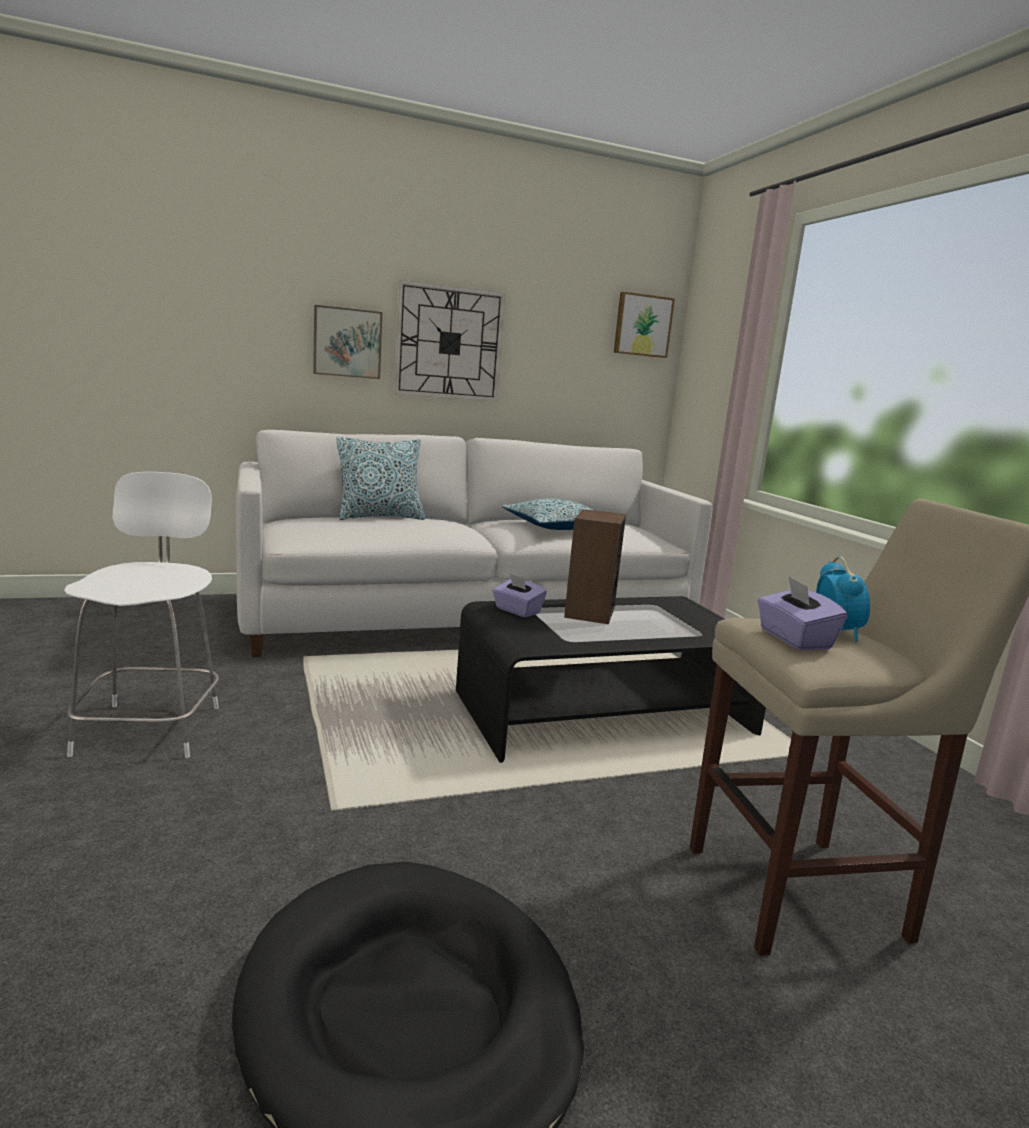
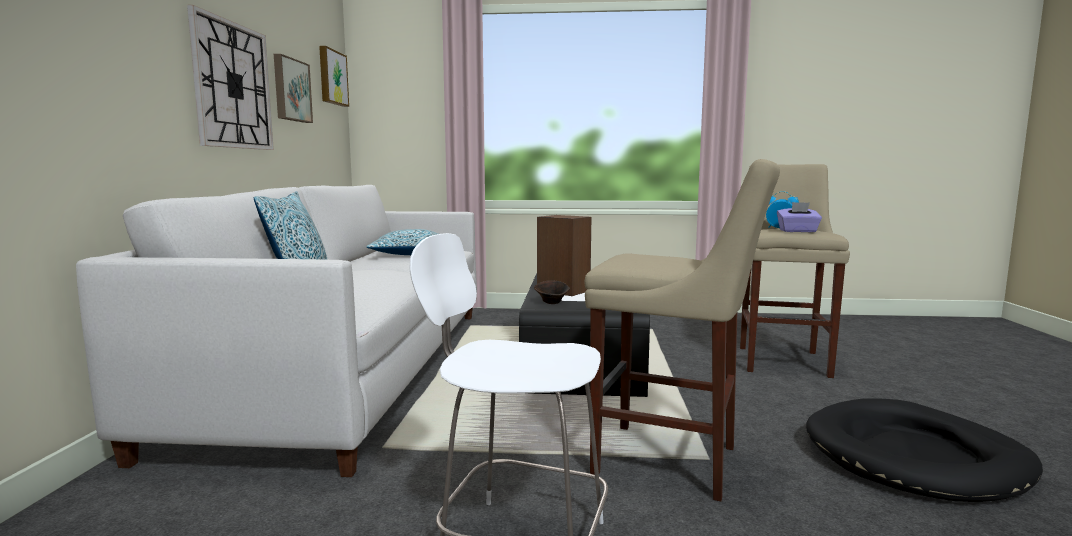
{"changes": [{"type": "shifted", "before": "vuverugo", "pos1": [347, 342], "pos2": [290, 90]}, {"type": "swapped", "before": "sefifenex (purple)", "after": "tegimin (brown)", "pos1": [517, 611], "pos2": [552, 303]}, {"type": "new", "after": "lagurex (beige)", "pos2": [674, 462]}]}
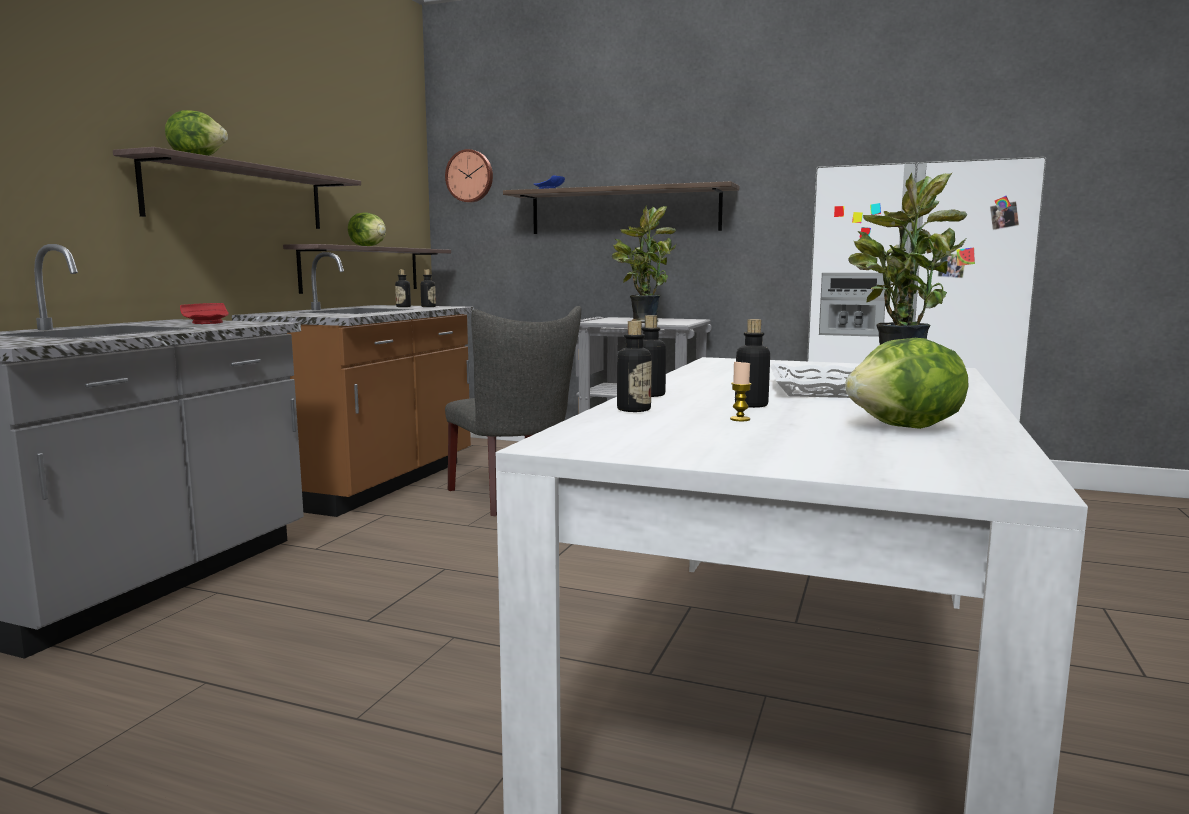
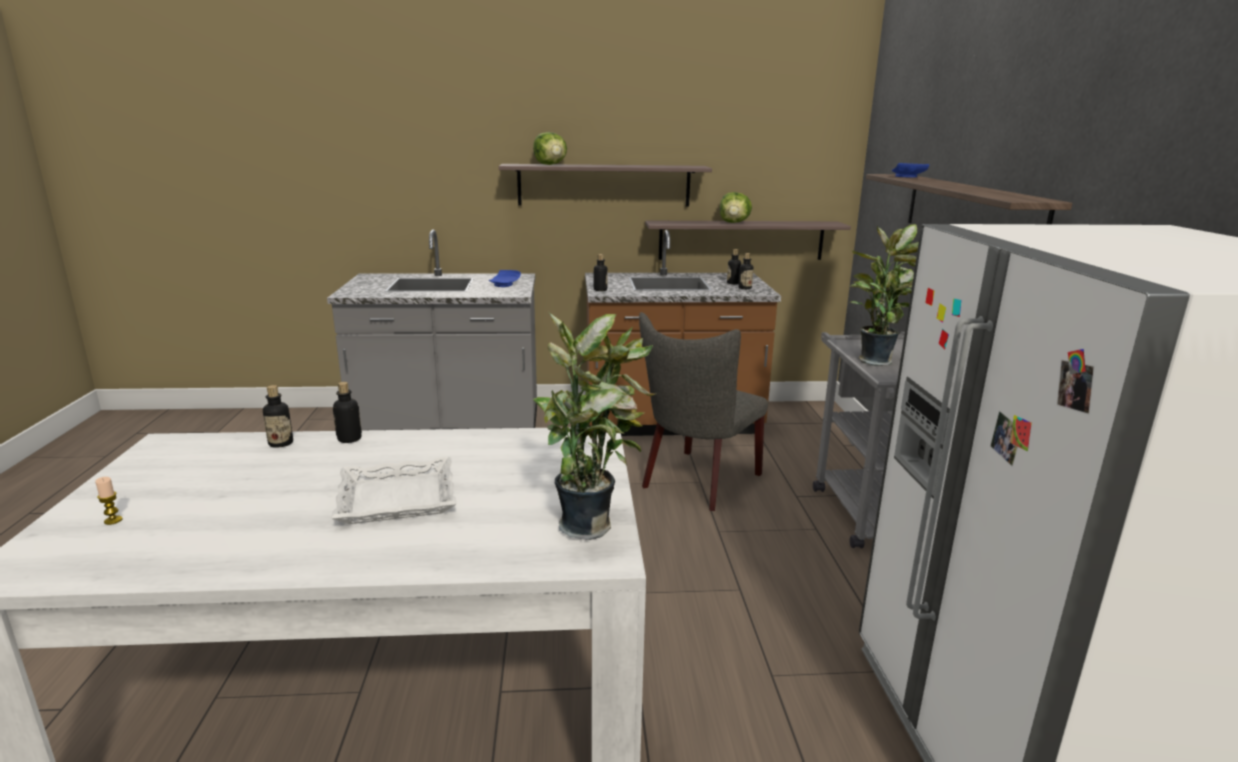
{"changes": [{"type": "repainted", "before": "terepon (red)", "after": "terepon (blue)", "pos1": [207, 323], "pos2": [505, 284]}, {"type": "gone", "before": "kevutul", "pos1": [470, 176]}, {"type": "shifted", "before": "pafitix", "pos1": [740, 419], "pos2": [113, 520]}, {"type": "shifted", "before": "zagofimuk", "pos1": [751, 405], "pos2": [600, 290]}, {"type": "gone", "before": "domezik", "pos1": [906, 428]}]}
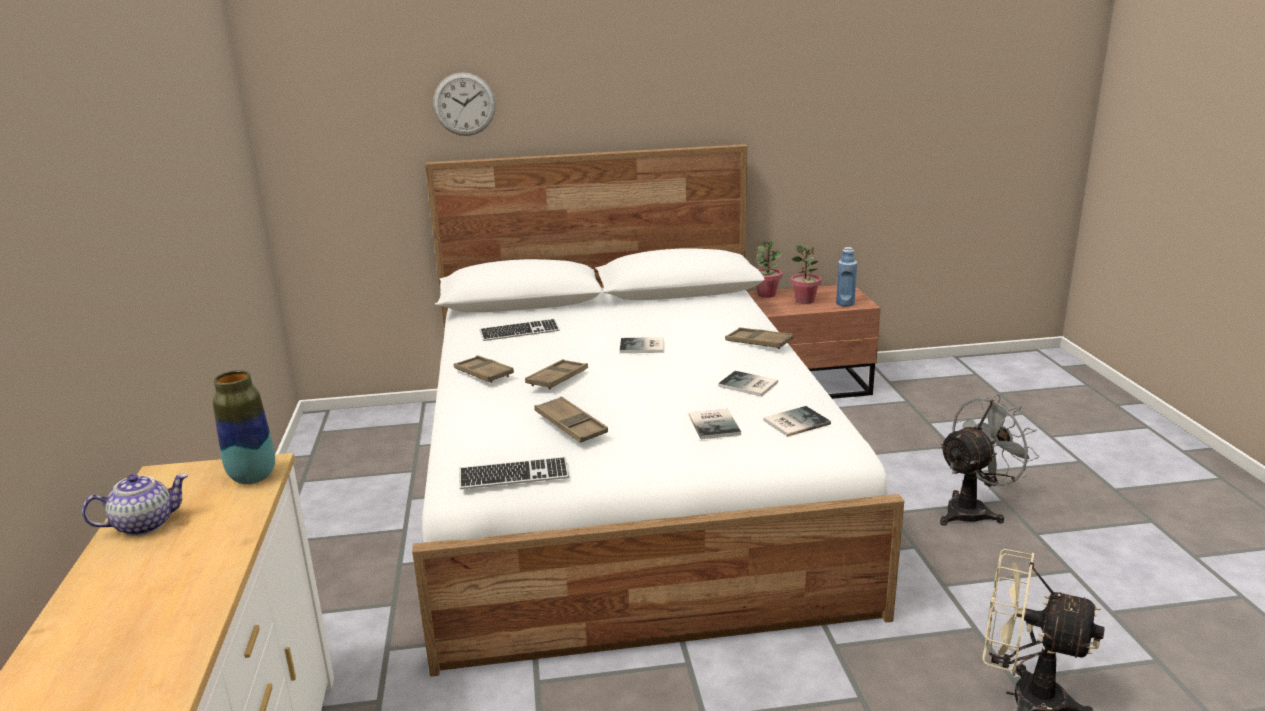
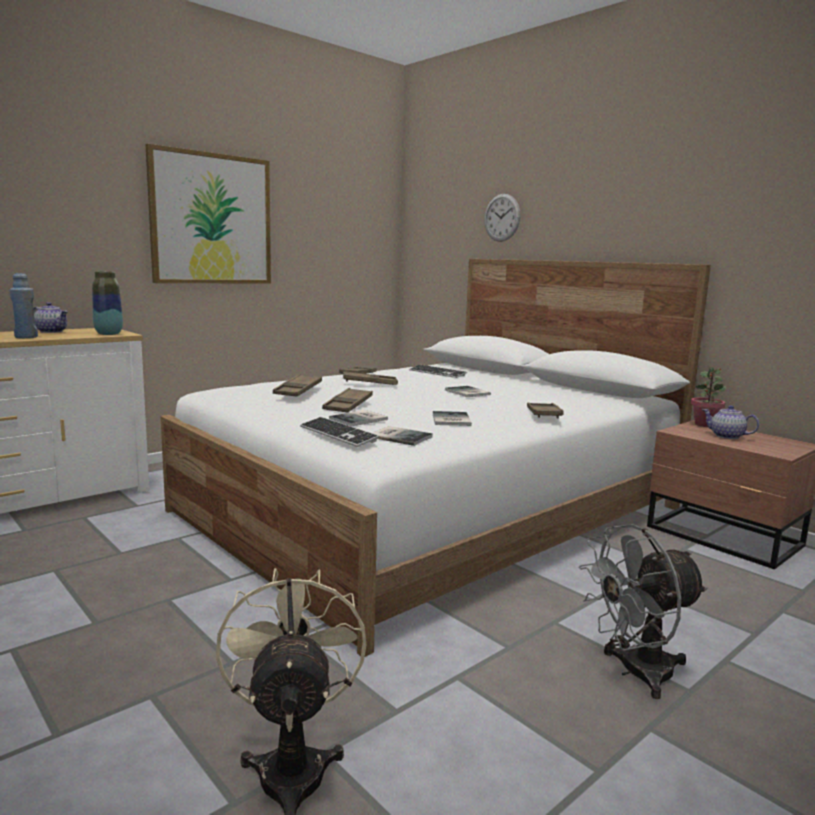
{"changes": [{"type": "shifted", "before": "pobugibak", "pos1": [514, 476], "pos2": [338, 434]}, {"type": "swapped", "before": "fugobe", "after": "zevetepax", "pos1": [805, 301], "pos2": [726, 436]}, {"type": "shifted", "before": "zagofimuk (blue)", "pos1": [845, 303], "pos2": [26, 337]}, {"type": "rotated", "before": "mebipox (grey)", "pos1": [974, 510], "pos2": [635, 672], "turn": 135}, {"type": "new", "after": "vuverugo", "pos2": [211, 219]}, {"type": "new", "after": "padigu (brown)", "pos2": [348, 405]}]}
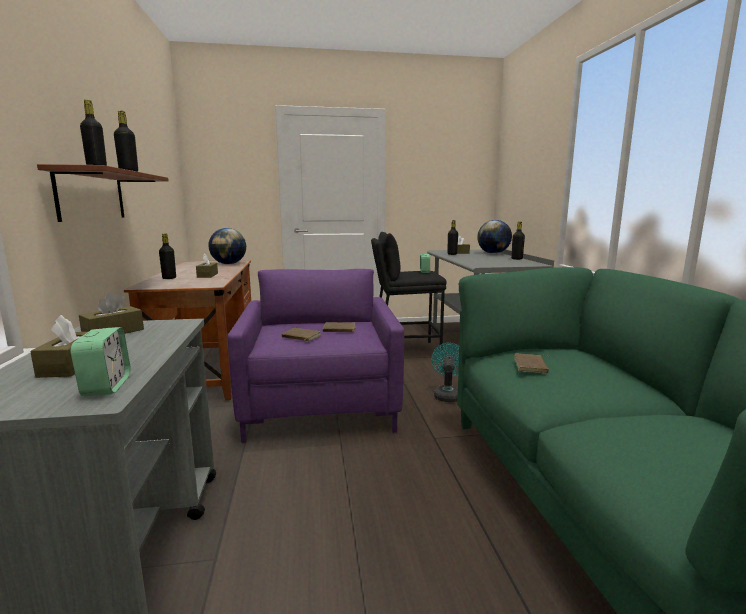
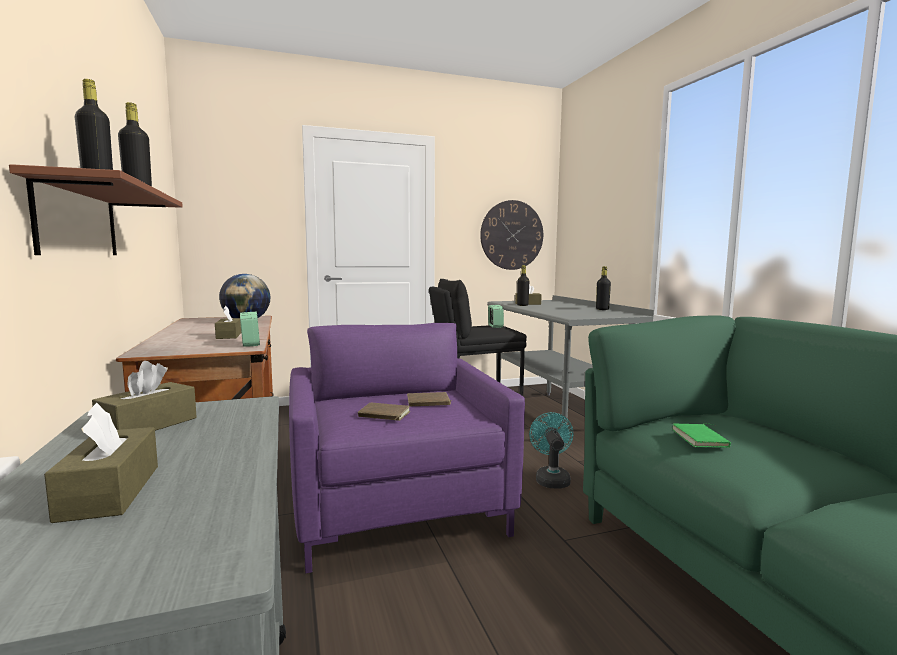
{"changes": [{"type": "shifted", "before": "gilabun", "pos1": [106, 386], "pos2": [250, 344]}, {"type": "gone", "before": "zagofimuk (black)", "pos1": [169, 278]}, {"type": "gone", "before": "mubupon", "pos1": [493, 253]}, {"type": "repainted", "before": "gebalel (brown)", "after": "gebalel (green)", "pos1": [532, 366], "pos2": [701, 439]}, {"type": "new", "after": "kevutul", "pos2": [512, 235]}]}
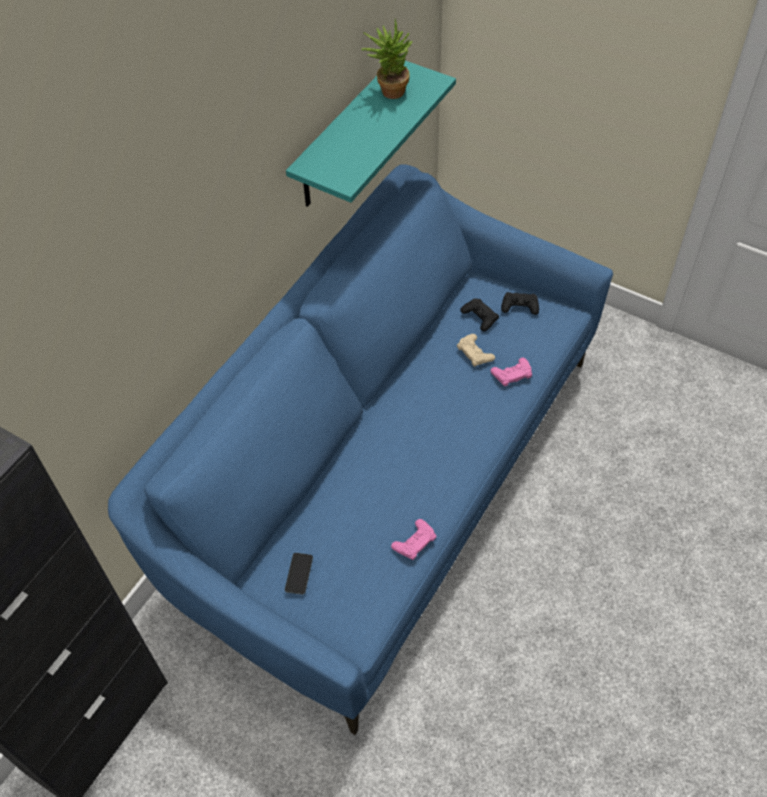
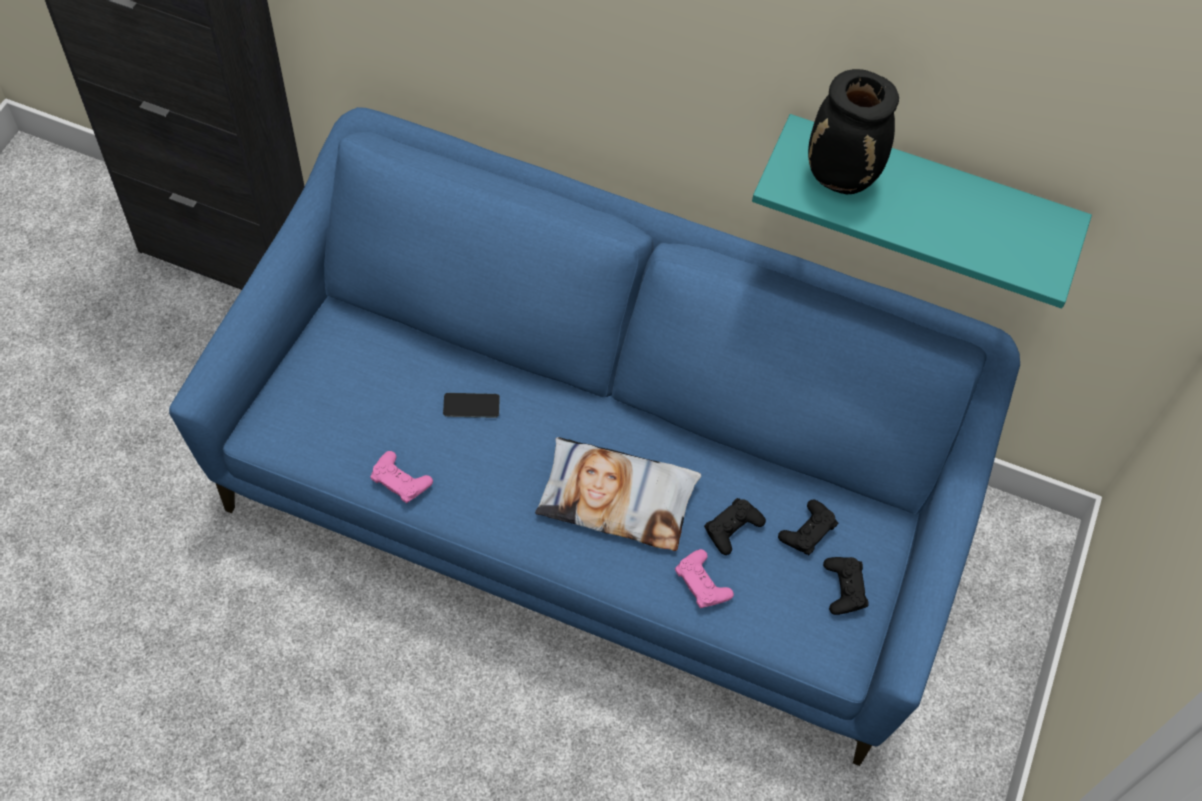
{"changes": [{"type": "shifted", "before": "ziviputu", "pos1": [299, 573], "pos2": [471, 405]}, {"type": "gone", "before": "fugobe", "pos1": [389, 90]}, {"type": "repainted", "before": "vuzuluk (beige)", "after": "vuzuluk (black)", "pos1": [475, 353], "pos2": [733, 528]}, {"type": "new", "after": "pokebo", "pos2": [617, 498]}, {"type": "new", "after": "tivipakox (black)", "pos2": [842, 178]}]}
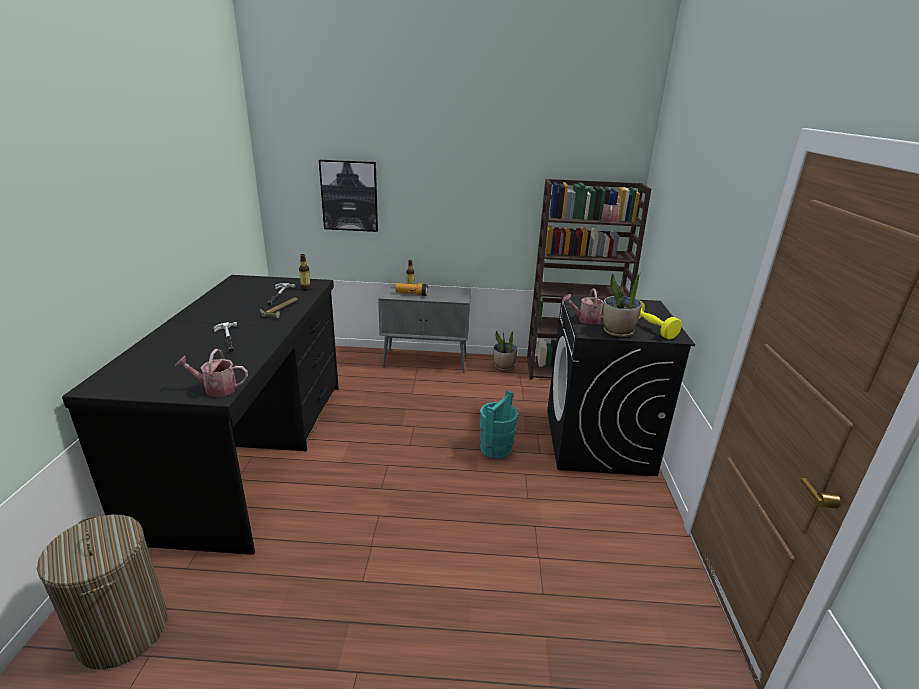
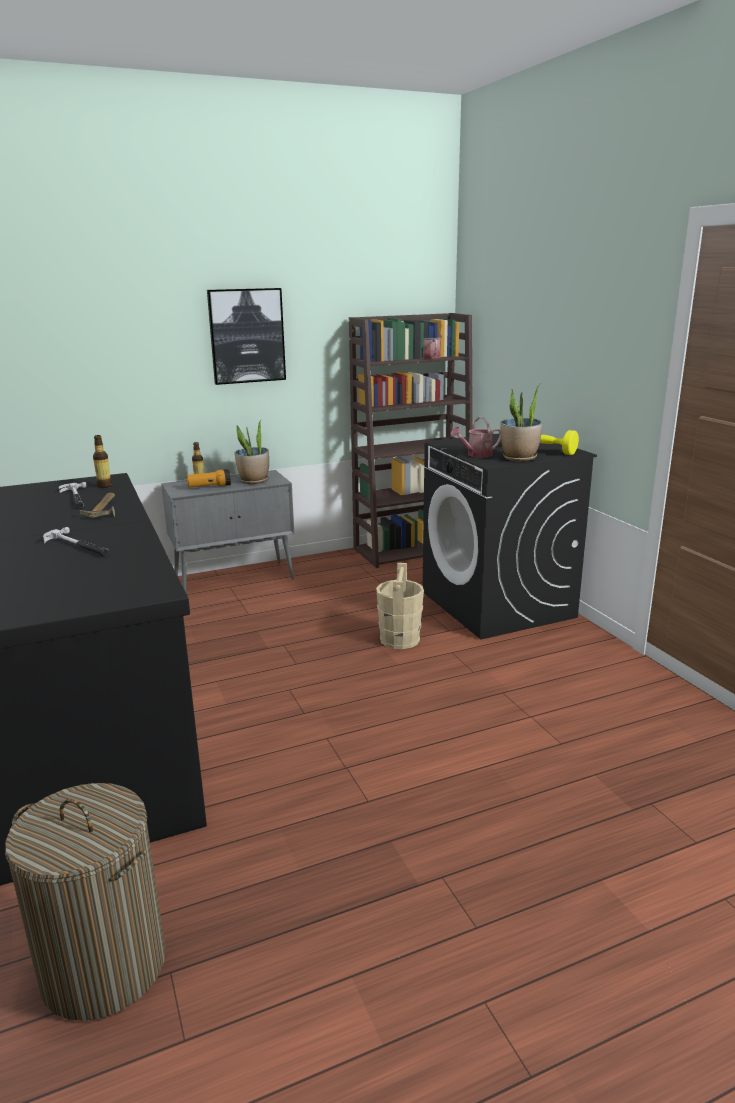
{"changes": [{"type": "gone", "before": "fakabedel", "pos1": [216, 389]}, {"type": "shifted", "before": "vuverugo", "pos1": [349, 196], "pos2": [247, 336]}, {"type": "repainted", "before": "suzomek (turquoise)", "after": "suzomek (beige)", "pos1": [495, 449], "pos2": [399, 639]}, {"type": "shifted", "before": "fugobe", "pos1": [504, 367], "pos2": [254, 481]}]}
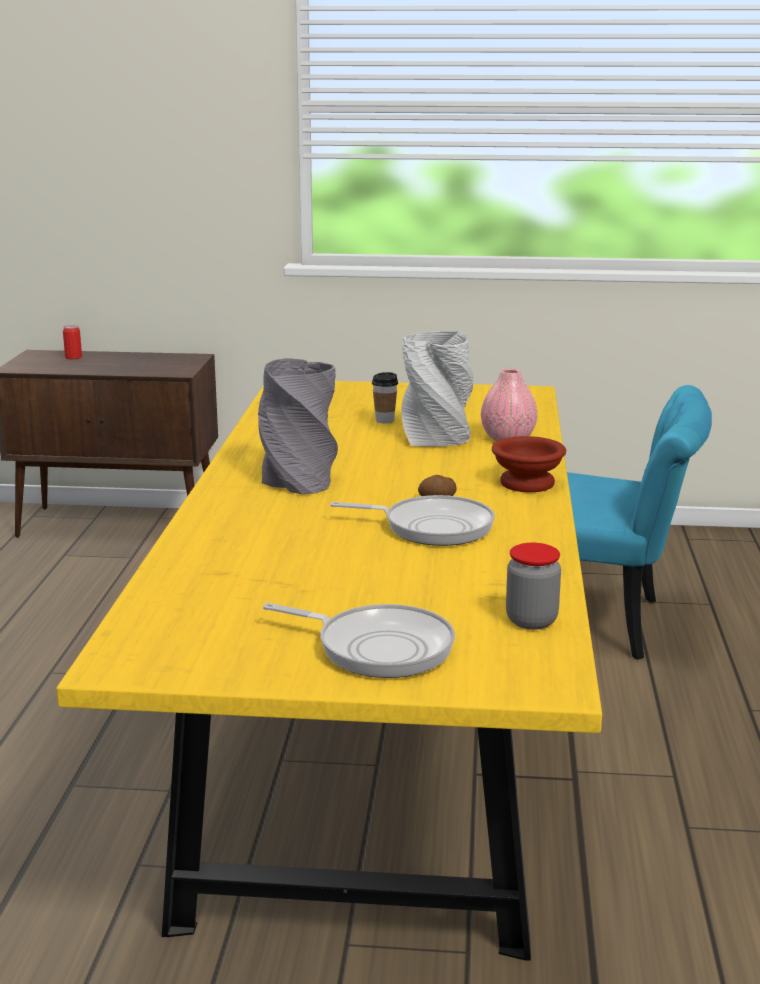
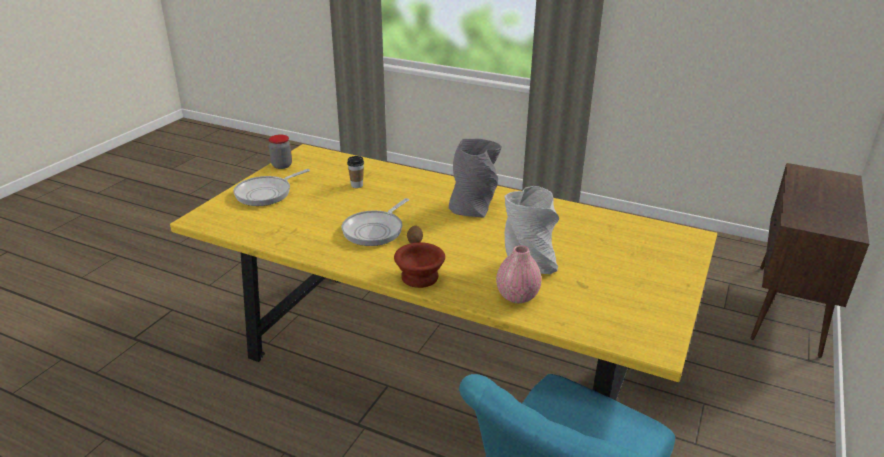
{"changes": [{"type": "gone", "before": "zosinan", "pos1": [73, 357]}, {"type": "shifted", "before": "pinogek", "pos1": [384, 420], "pos2": [357, 185]}, {"type": "shifted", "before": "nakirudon", "pos1": [531, 620], "pos2": [282, 165]}]}
